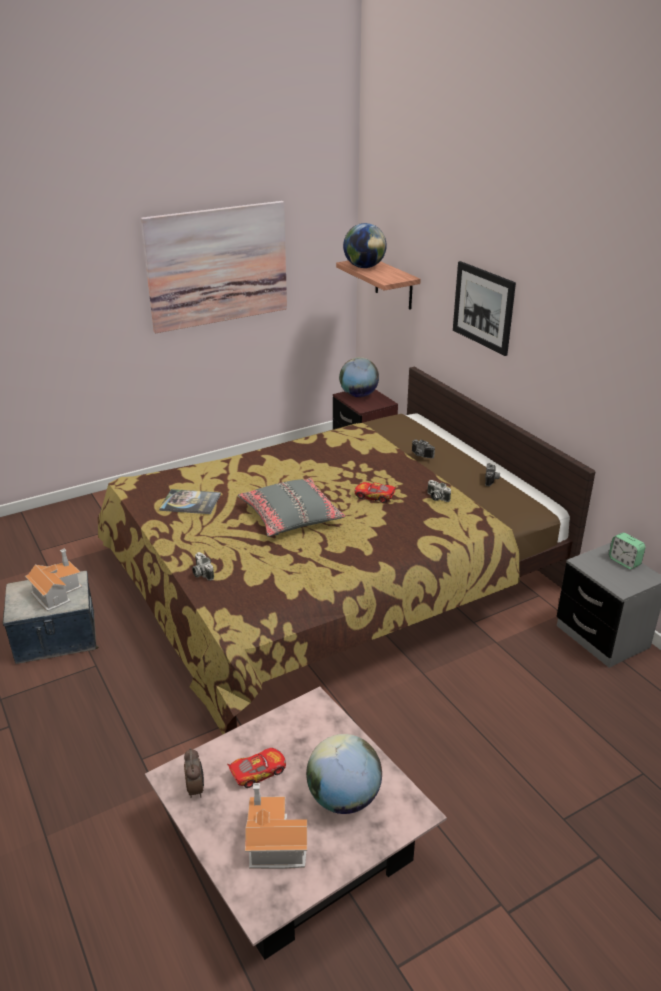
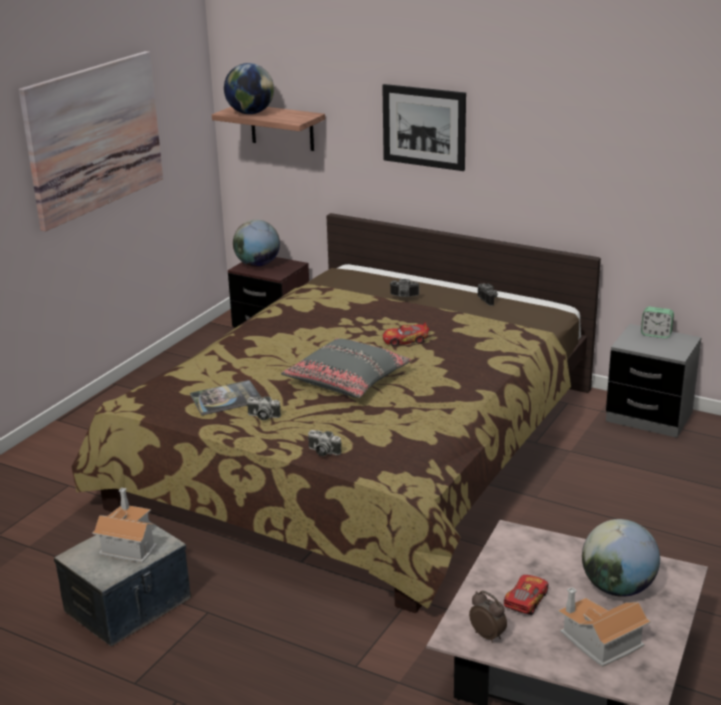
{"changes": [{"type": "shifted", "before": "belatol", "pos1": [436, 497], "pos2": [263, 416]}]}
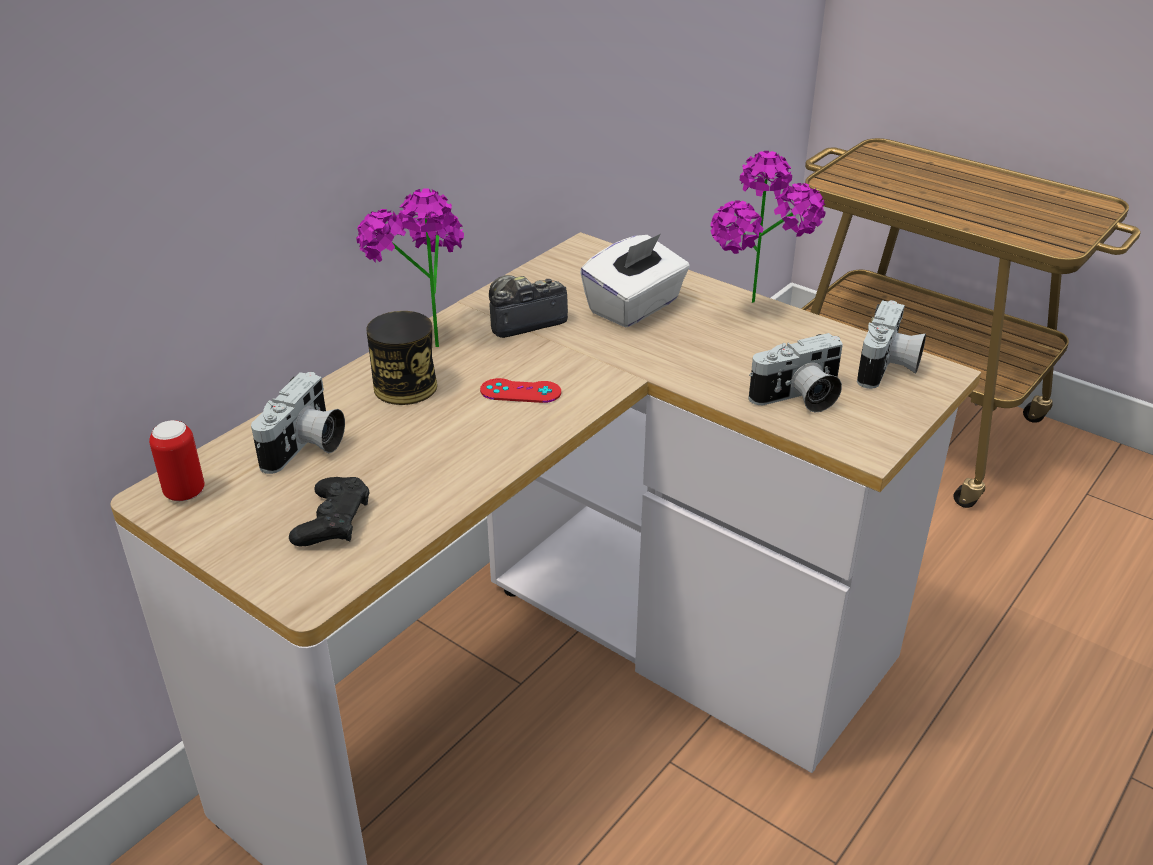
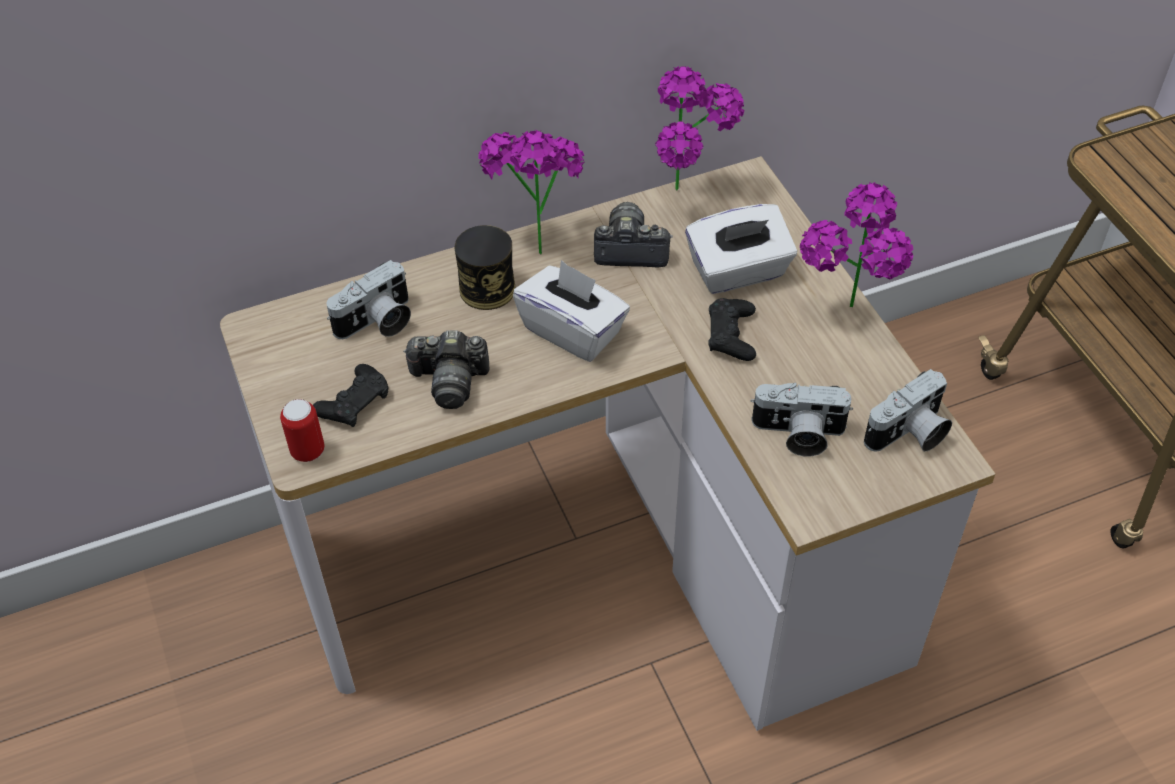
{"changes": [{"type": "shifted", "before": "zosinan", "pos1": [185, 492], "pos2": [308, 451]}, {"type": "swapped", "before": "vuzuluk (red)", "after": "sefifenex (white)", "pos1": [520, 391], "pos2": [573, 330]}, {"type": "new", "after": "belatol", "pos2": [450, 381]}, {"type": "new", "after": "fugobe", "pos2": [691, 197]}, {"type": "new", "after": "vuzuluk (black)", "pos2": [731, 335]}]}
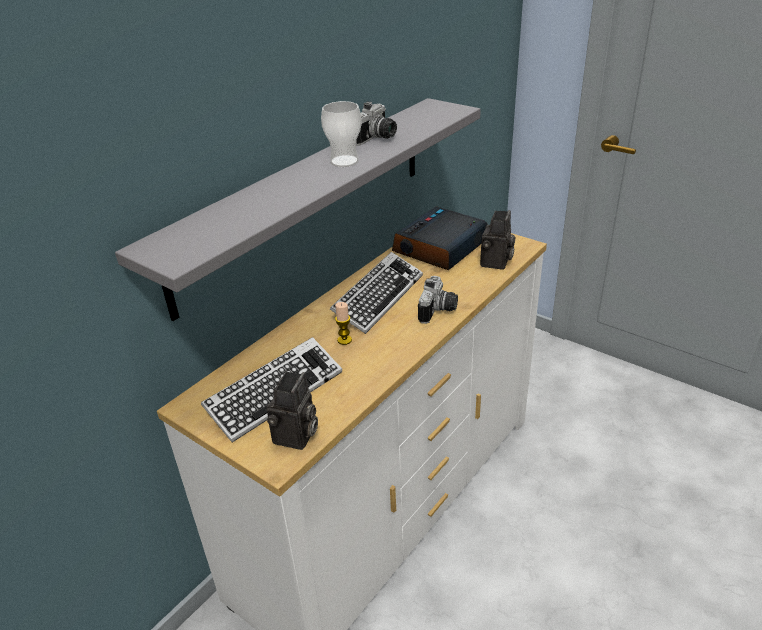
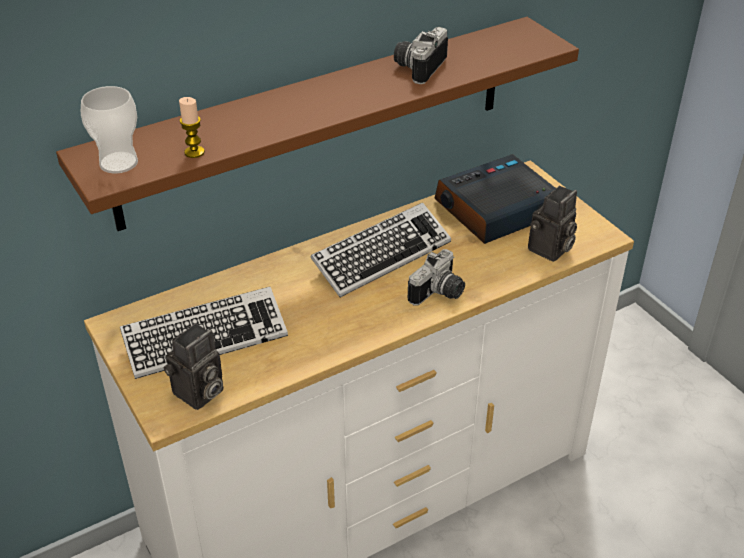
{"changes": [{"type": "repainted", "before": "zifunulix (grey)", "after": "zifunulix (brown)", "pos1": [307, 198], "pos2": [317, 121]}, {"type": "shifted", "before": "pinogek", "pos1": [344, 161], "pos2": [118, 163]}, {"type": "shifted", "before": "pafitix", "pos1": [344, 340], "pos2": [194, 152]}, {"type": "rotated", "before": "belatol", "pos1": [377, 138], "pos2": [417, 67], "turn": 150}]}
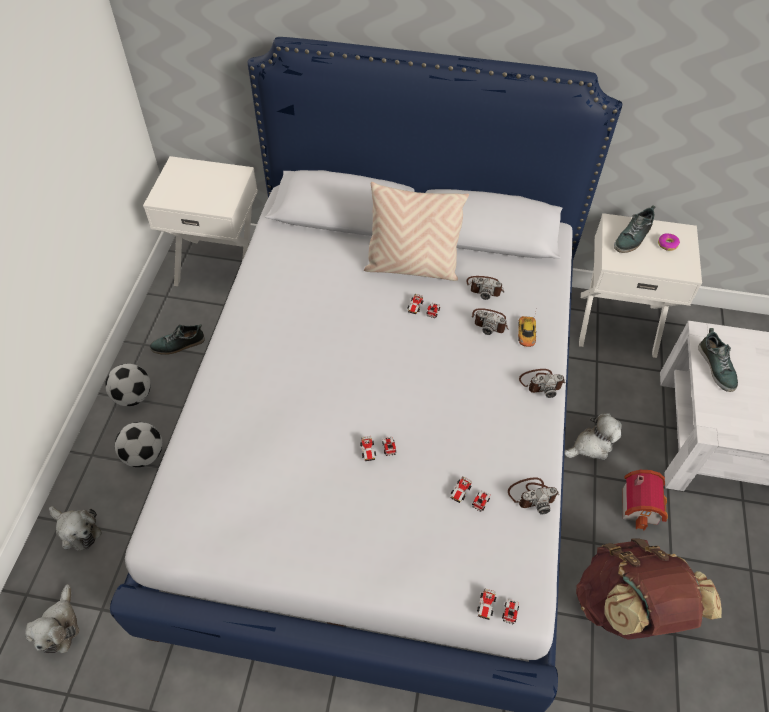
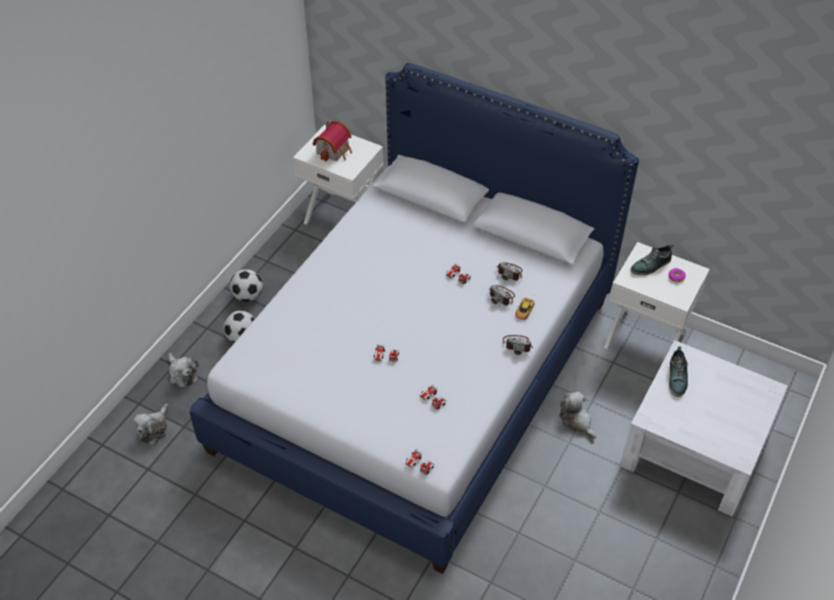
{"changes": [{"type": "gone", "before": "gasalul", "pos1": [178, 344]}, {"type": "gone", "before": "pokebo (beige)", "pos1": [412, 267]}, {"type": "gone", "before": "belatol", "pos1": [532, 495]}, {"type": "rotated", "before": "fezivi", "pos1": [591, 445], "pos2": [576, 421], "turn": -120}, {"type": "gone", "before": "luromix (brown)", "pos1": [627, 608]}, {"type": "shifted", "before": "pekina", "pos1": [642, 505], "pos2": [335, 150]}]}
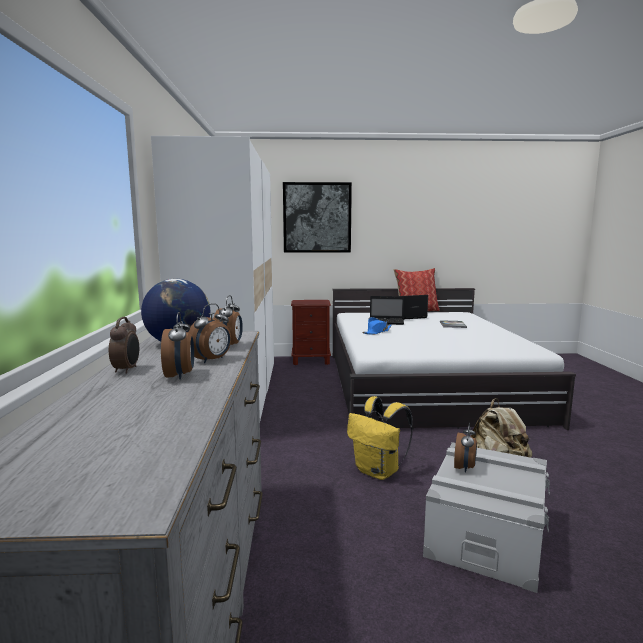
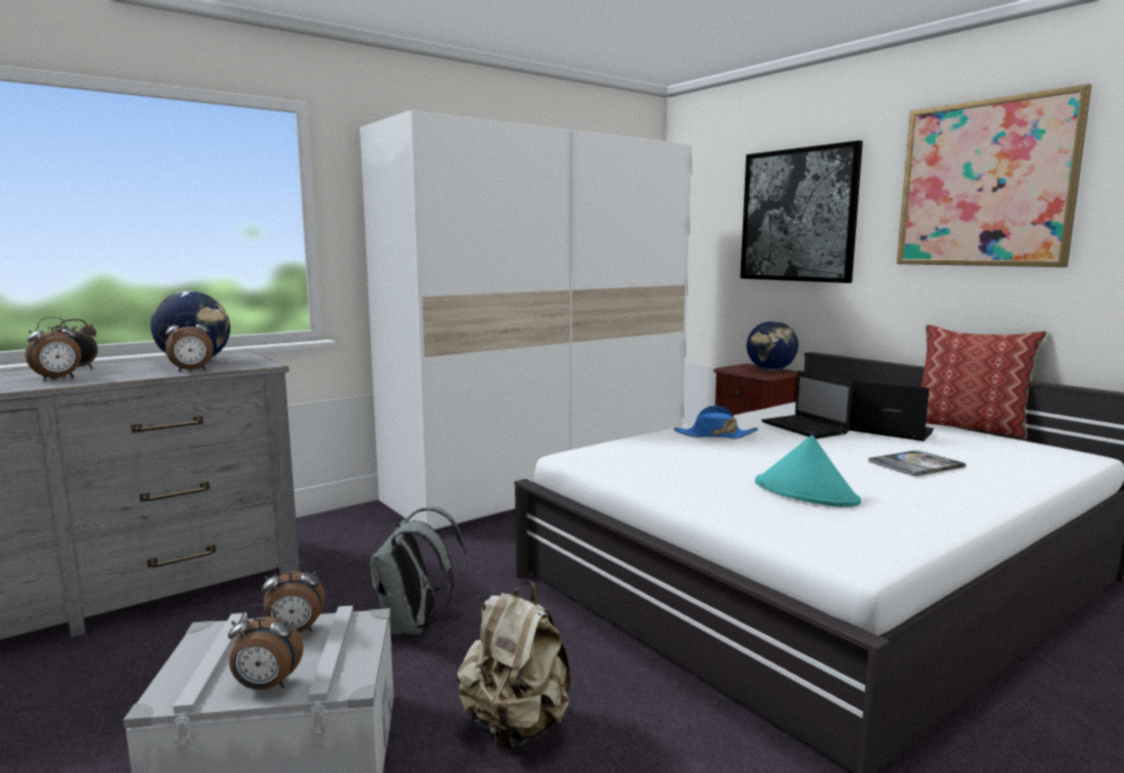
{"changes": [{"type": "shifted", "before": "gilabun", "pos1": [212, 360], "pos2": [266, 686]}, {"type": "repainted", "before": "luromix (yellow)", "after": "luromix (grey)", "pos1": [378, 472], "pos2": [414, 626]}, {"type": "new", "after": "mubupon", "pos2": [771, 370]}, {"type": "new", "after": "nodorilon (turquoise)", "pos2": [806, 492]}, {"type": "new", "after": "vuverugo", "pos2": [985, 184]}]}
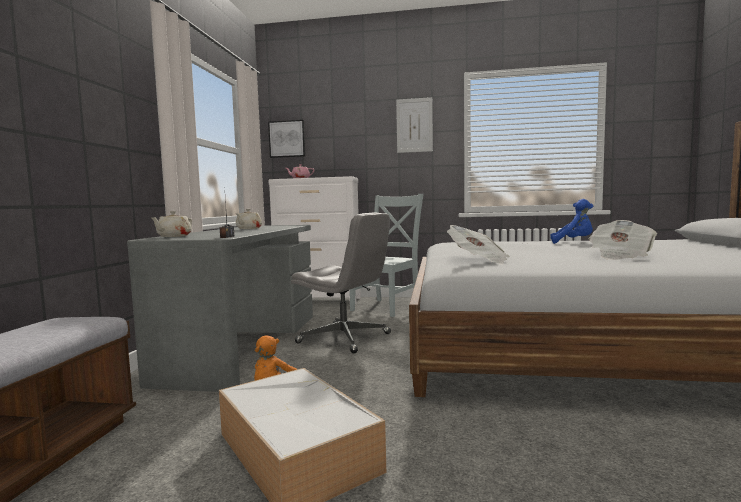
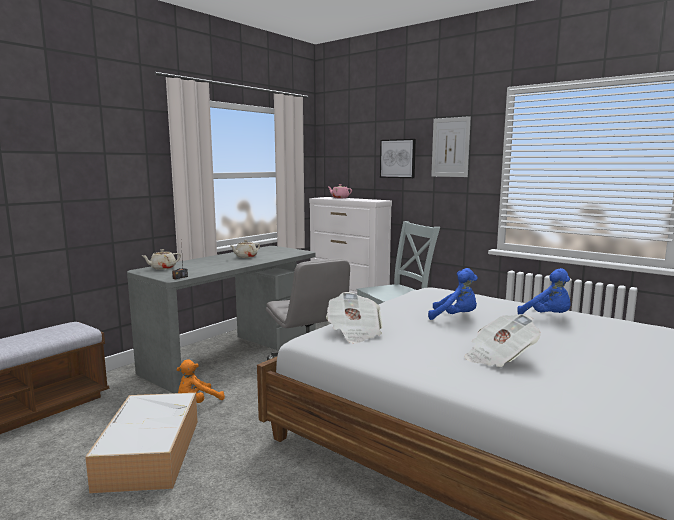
{"changes": [{"type": "shifted", "before": "vuverugo", "pos1": [287, 139], "pos2": [398, 158]}, {"type": "new", "after": "fezivi (blue)", "pos2": [455, 317]}]}
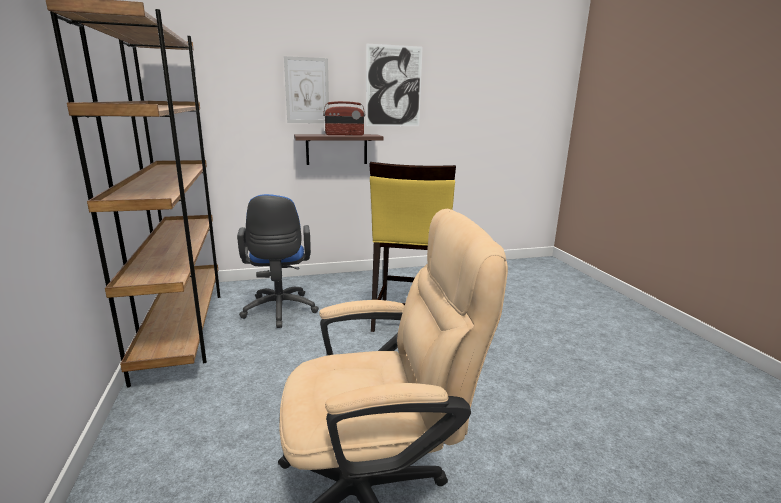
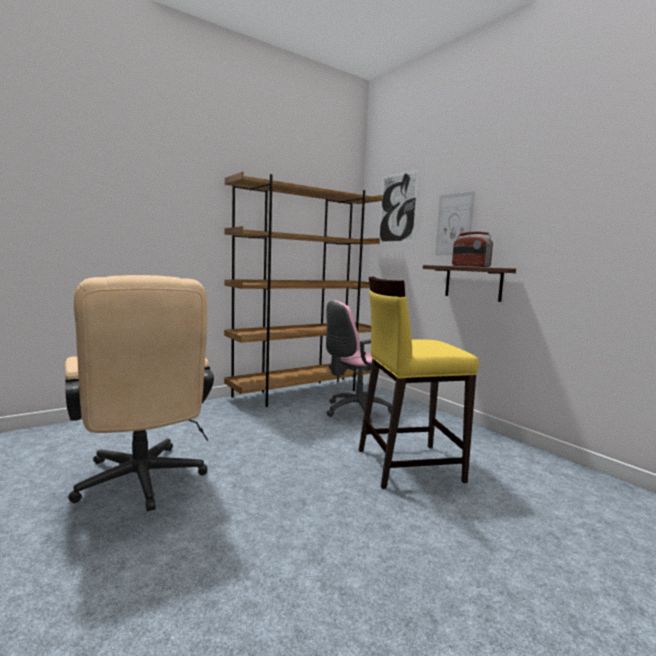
{"changes": [{"type": "repainted", "before": "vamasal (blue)", "after": "vamasal (pink)", "pos1": [279, 311], "pos2": [354, 411]}, {"type": "shifted", "before": "vuverugo", "pos1": [393, 86], "pos2": [397, 208]}]}
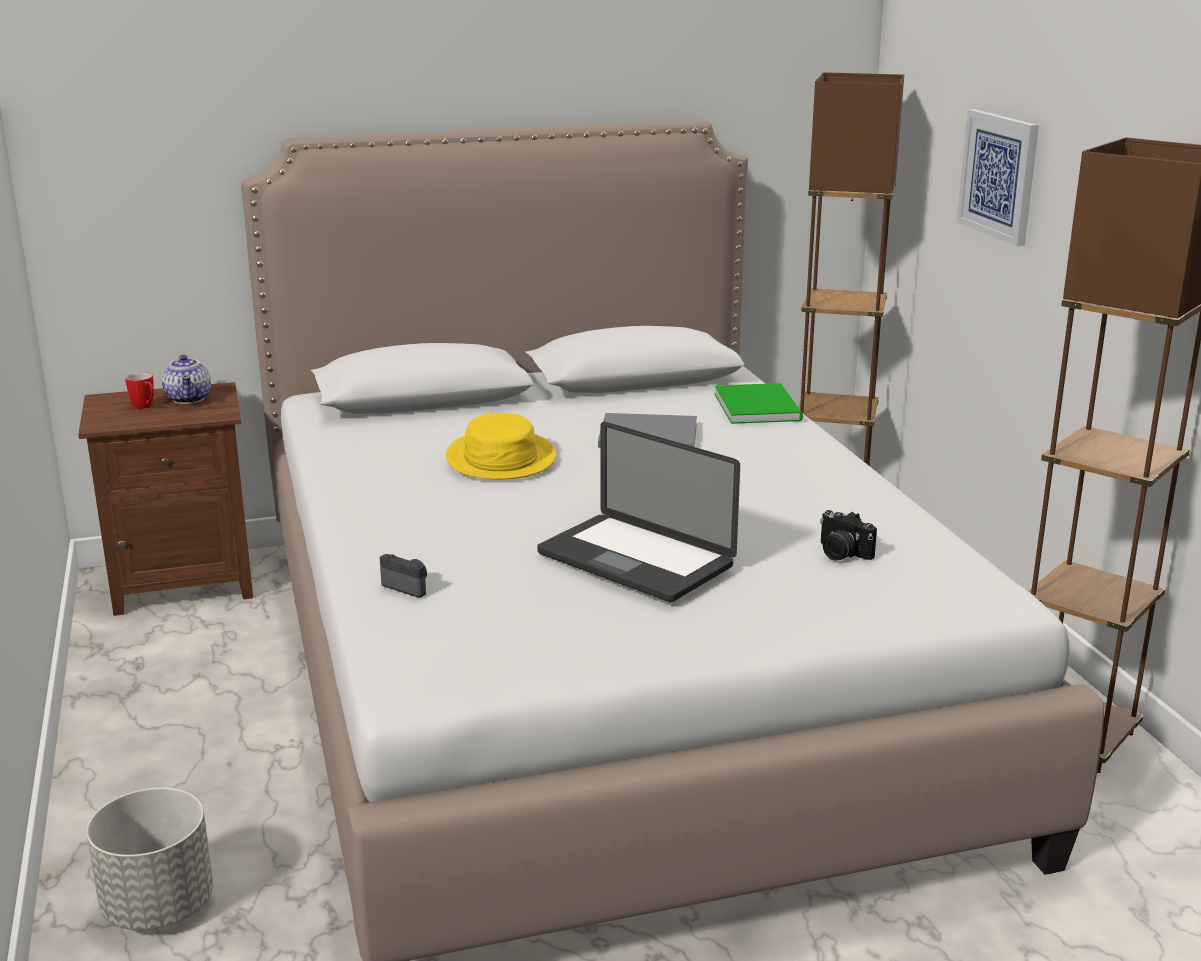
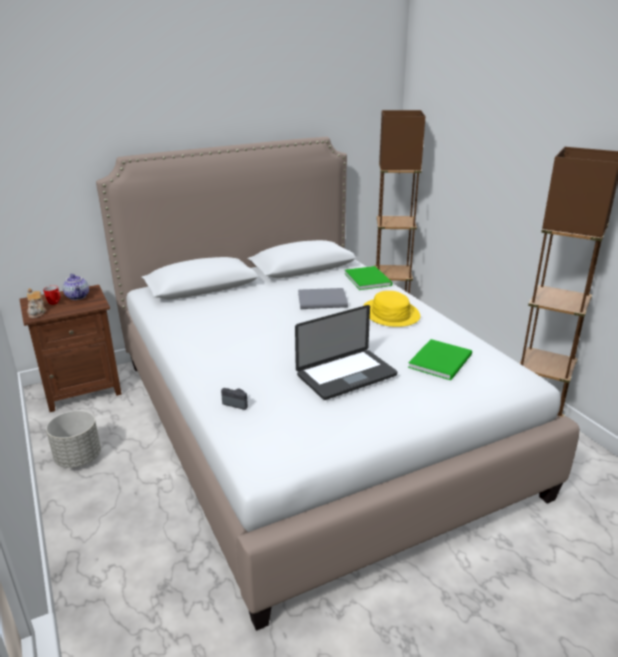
{"changes": [{"type": "shifted", "before": "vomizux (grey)", "pos1": [158, 906], "pos2": [78, 458]}, {"type": "shifted", "before": "nodorilon (yellow)", "pos1": [500, 458], "pos2": [390, 314]}, {"type": "rotated", "before": "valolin", "pos1": [635, 560], "pos2": [346, 375], "turn": -60}, {"type": "swapped", "before": "belatol", "after": "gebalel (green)", "pos1": [841, 553], "pos2": [442, 361]}, {"type": "gone", "before": "vuverugo", "pos1": [999, 176]}, {"type": "new", "after": "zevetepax", "pos2": [37, 312]}]}
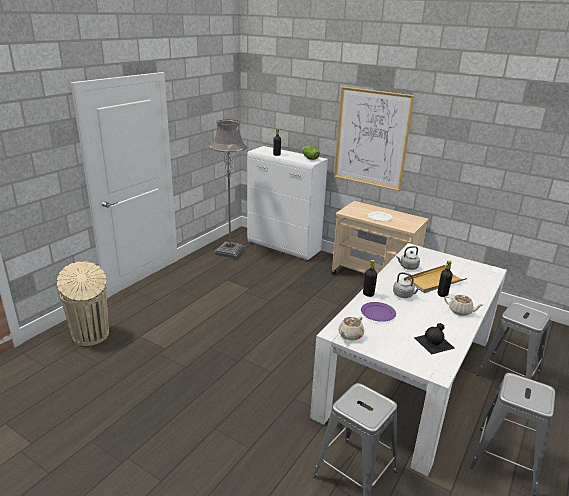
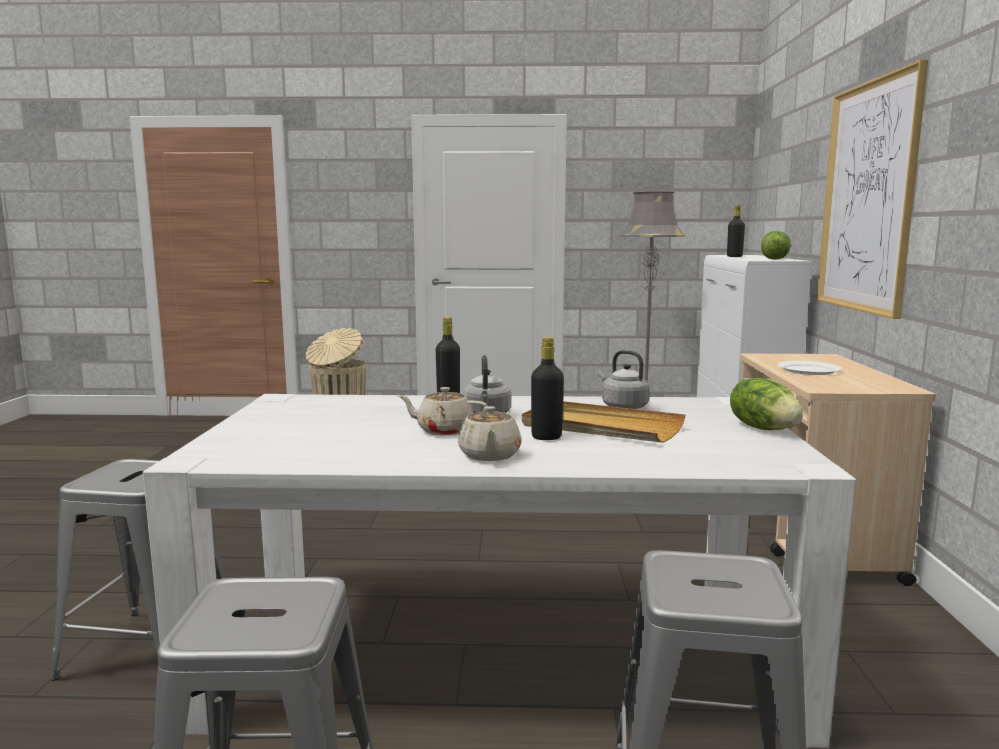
{"changes": [{"type": "shifted", "before": "zevetepax (beige)", "pos1": [350, 335], "pos2": [443, 430]}, {"type": "gone", "before": "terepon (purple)", "pos1": [378, 313]}, {"type": "gone", "before": "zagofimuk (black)", "pos1": [434, 343]}, {"type": "new", "after": "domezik", "pos2": [764, 428]}]}
